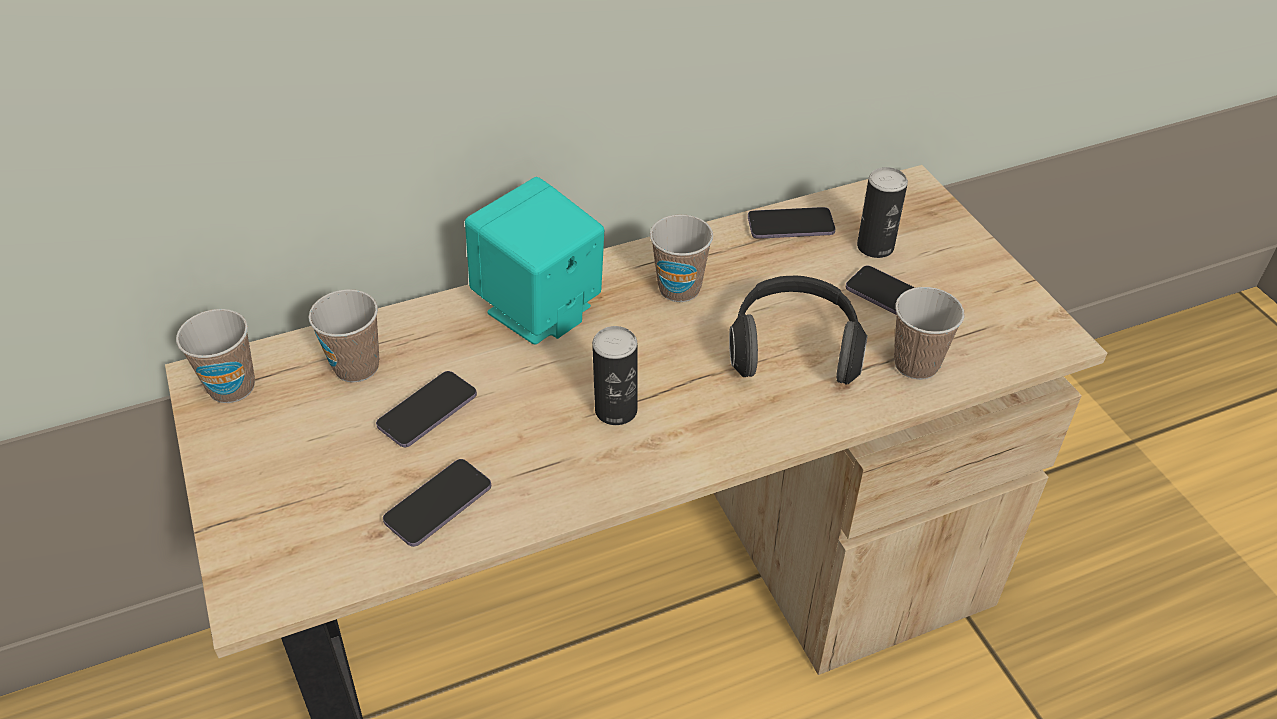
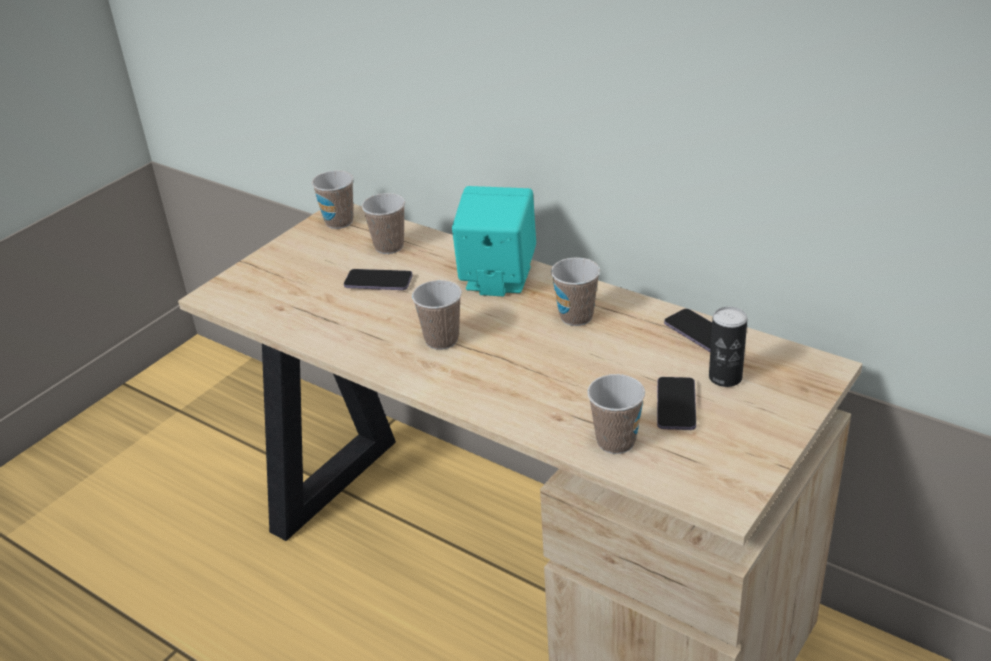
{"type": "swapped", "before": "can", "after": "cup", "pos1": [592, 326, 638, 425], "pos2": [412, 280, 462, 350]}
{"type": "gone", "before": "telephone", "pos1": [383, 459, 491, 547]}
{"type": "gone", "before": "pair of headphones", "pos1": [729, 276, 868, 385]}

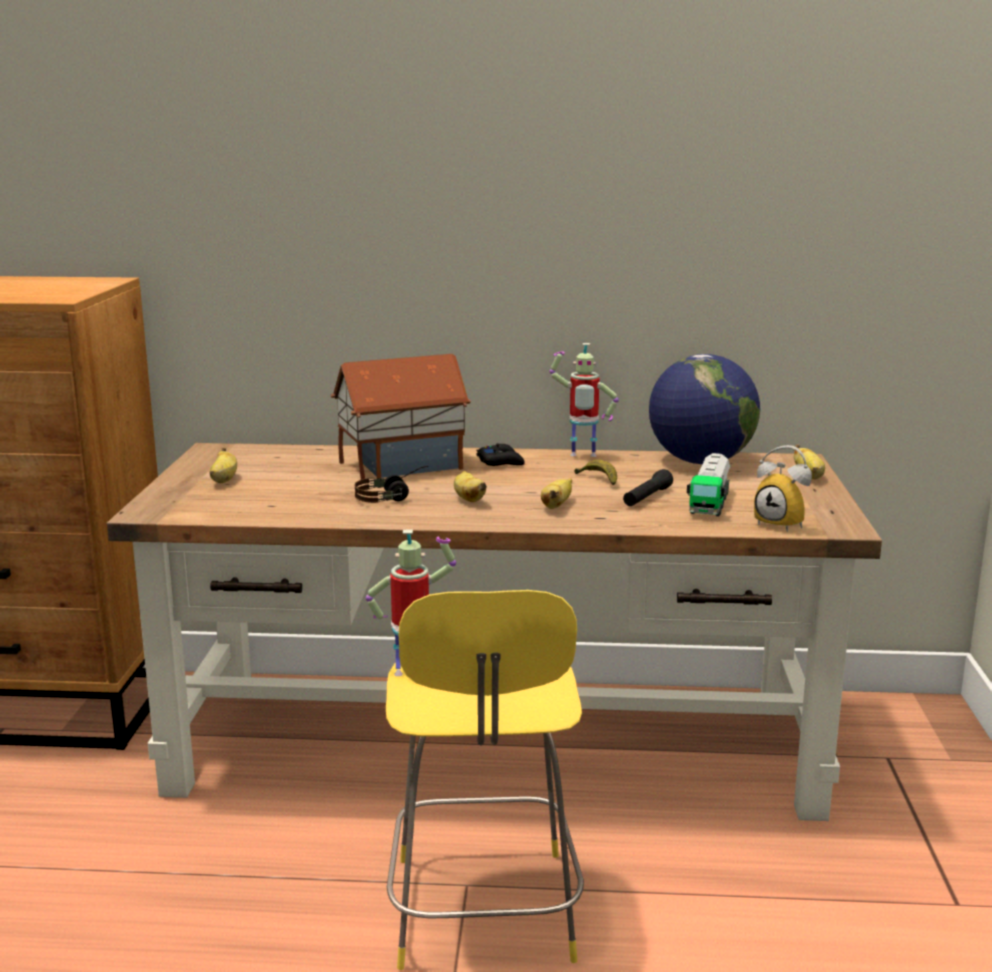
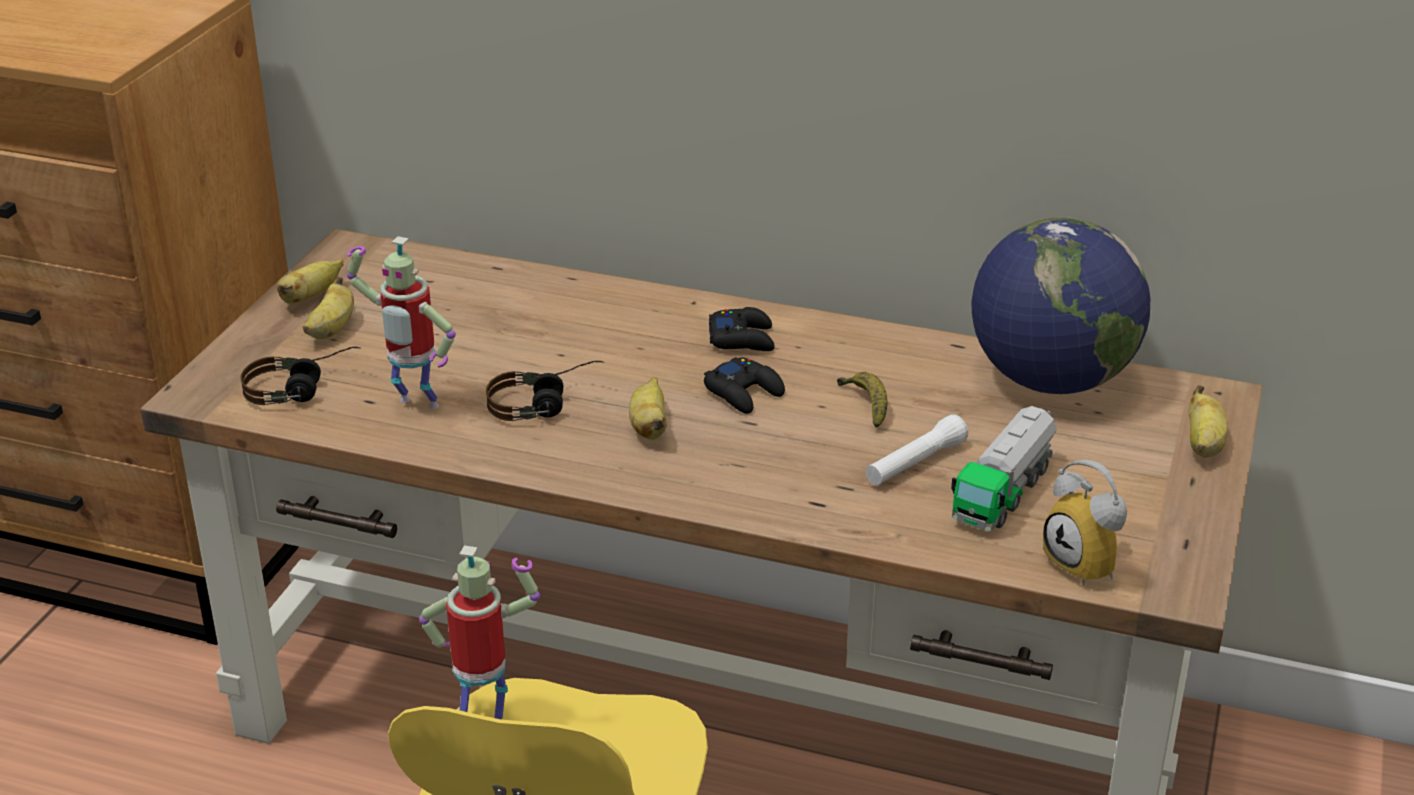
{"type": "new", "after": "pair of headphones", "pos2": [241, 347, 361, 405]}
{"type": "shifted", "before": "banana fruit", "pos1": [541, 478, 572, 509], "pos2": [277, 259, 343, 304]}
{"type": "shifted", "before": "robot figure", "pos1": [549, 343, 619, 457], "pos2": [347, 236, 456, 409]}
{"type": "new", "after": "black joypad", "pos2": [704, 357, 785, 414]}
{"type": "repainted", "before": "black flashlight", "after": "white-coloured flashlight", "pos1": [623, 469, 673, 506], "pos2": [866, 414, 968, 485]}
{"type": "gone", "before": "model house", "pos1": [331, 354, 471, 479]}

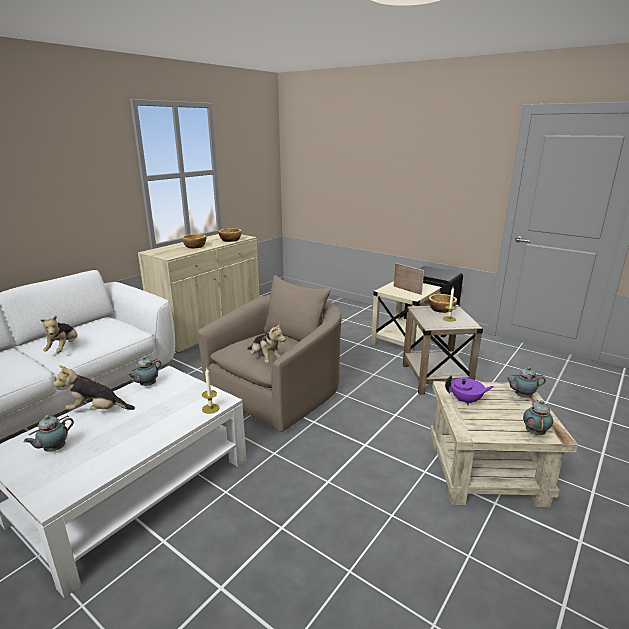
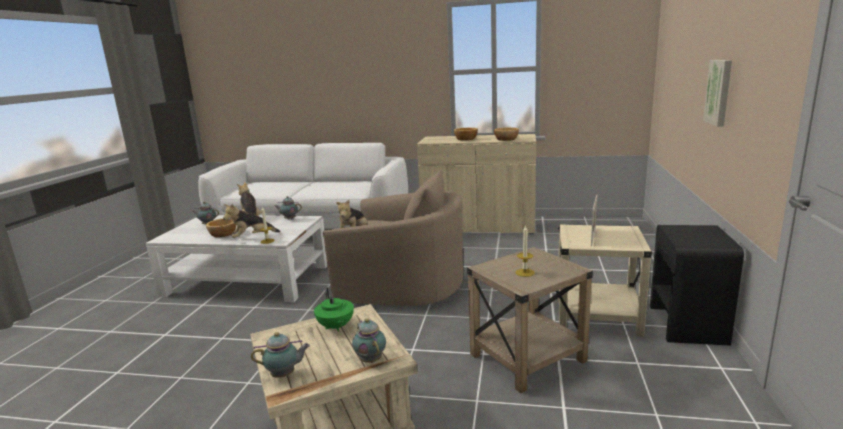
{"type": "shifted", "before": "bowl", "pos1": [428, 294, 457, 313], "pos2": [206, 218, 236, 237]}
{"type": "shifted", "before": "soft toy", "pos1": [41, 315, 78, 353], "pos2": [223, 204, 280, 238]}
{"type": "repainted", "before": "purple pot for tea", "after": "green-coloured pot for tea", "pos1": [445, 376, 494, 406], "pos2": [314, 288, 354, 332]}
{"type": "new", "after": "picture", "pos2": [703, 60, 732, 127]}

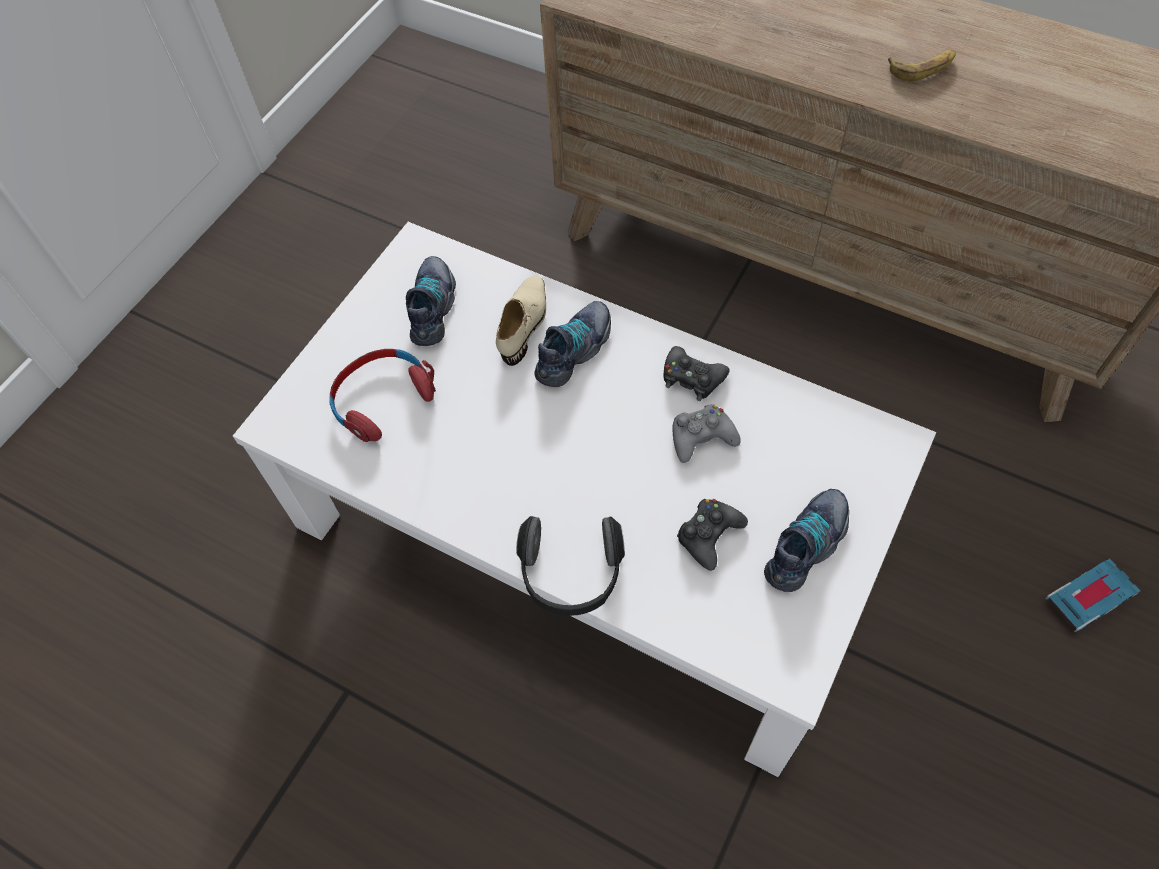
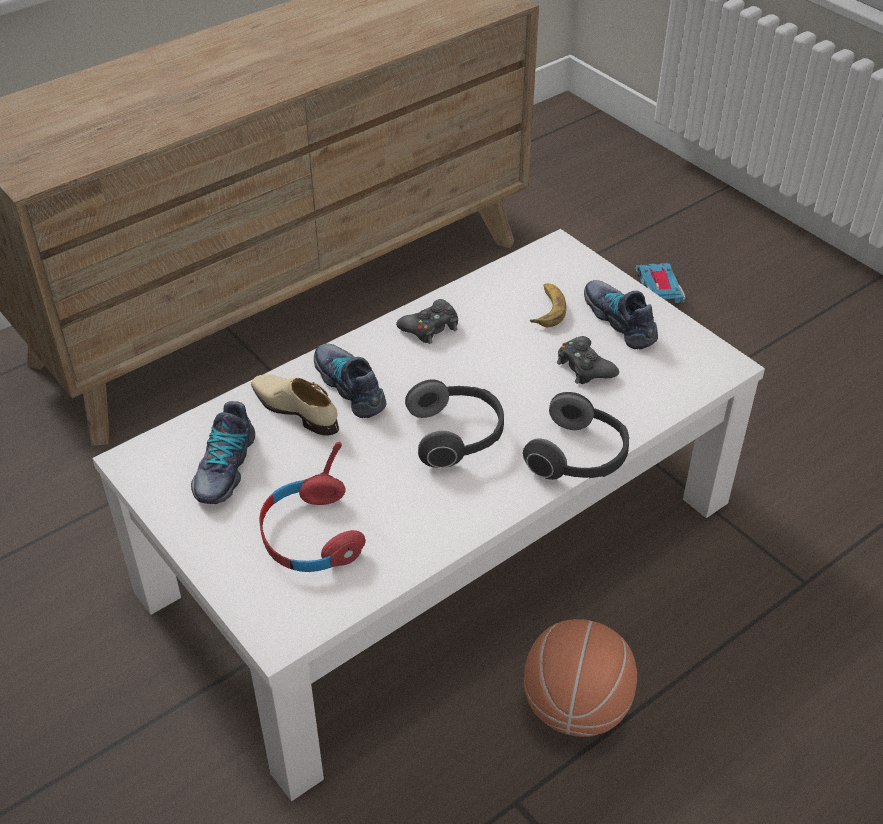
{"type": "rotated", "before": "item of footwear", "pos1": [406, 256, 456, 346], "pos2": [191, 401, 255, 504], "turn": -105}
{"type": "new", "after": "pair of headphones", "pos2": [405, 379, 504, 468]}
{"type": "new", "after": "ball for basketball", "pos2": [524, 619, 637, 737]}
{"type": "shifted", "before": "banana fruit", "pos1": [888, 50, 956, 81], "pos2": [530, 284, 566, 327]}
{"type": "gone", "before": "gray joypad", "pos1": [672, 404, 741, 463]}

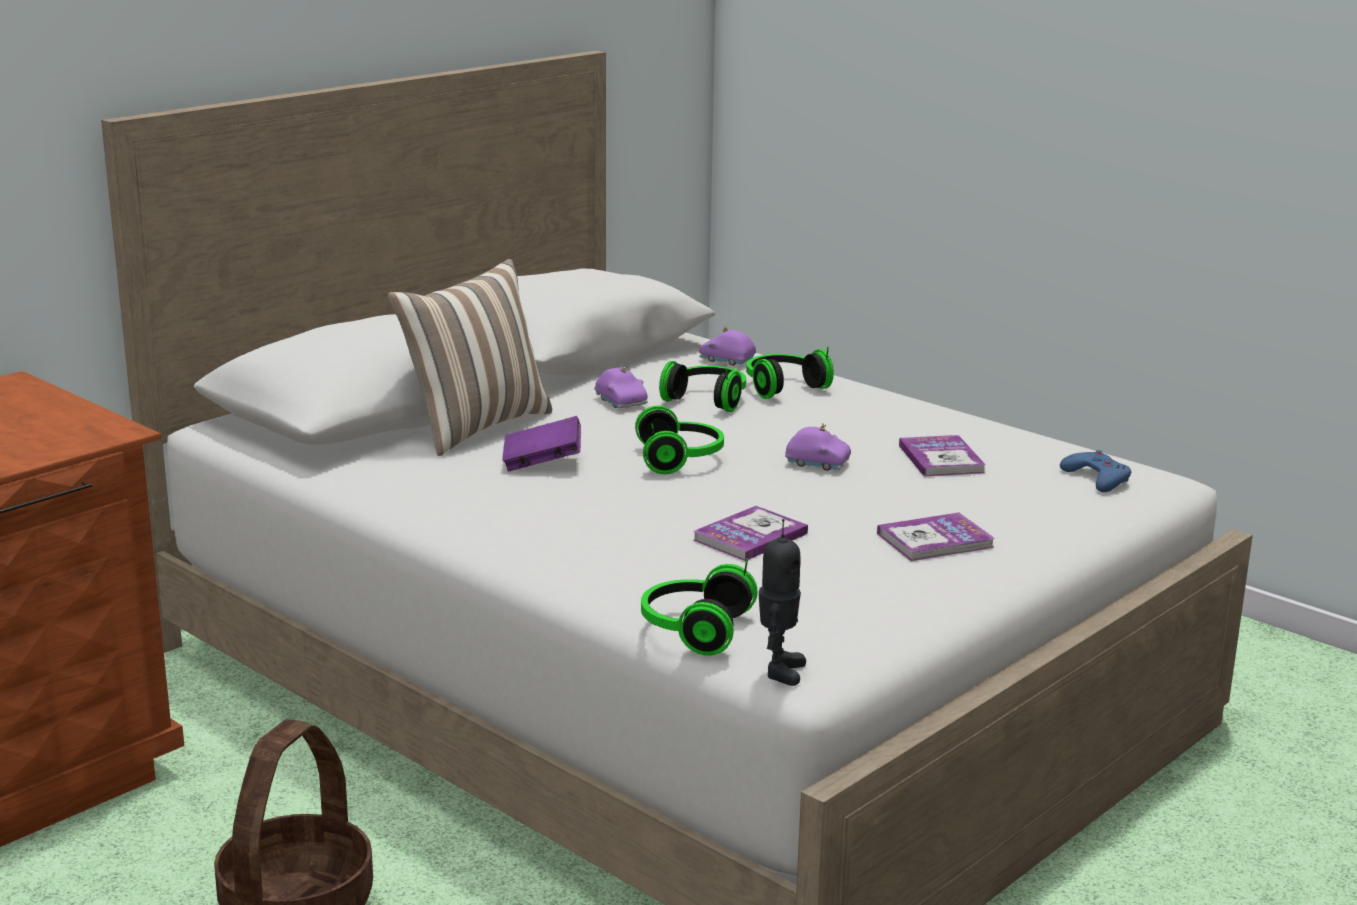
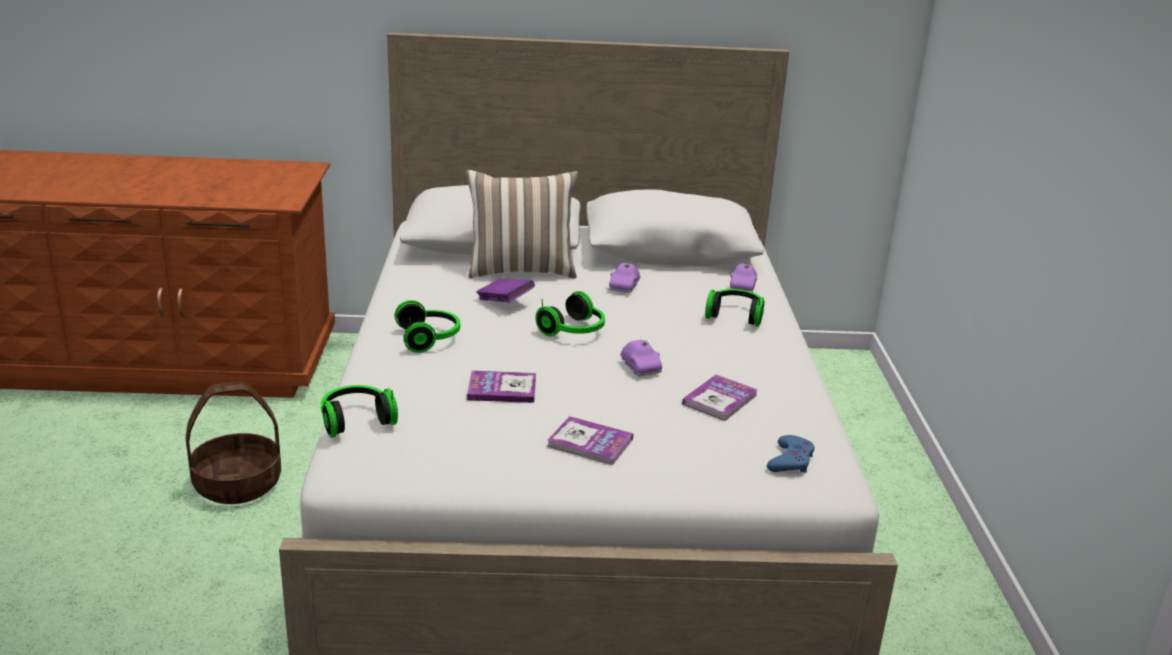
{"type": "shifted", "before": "pair of headphones", "pos1": [659, 361, 746, 412], "pos2": [395, 300, 460, 353]}
{"type": "rotated", "before": "purple miniature car", "pos1": [699, 327, 756, 366], "pos2": [730, 264, 757, 292], "turn": -150}
{"type": "gone", "before": "robot figure", "pos1": [759, 519, 806, 686]}

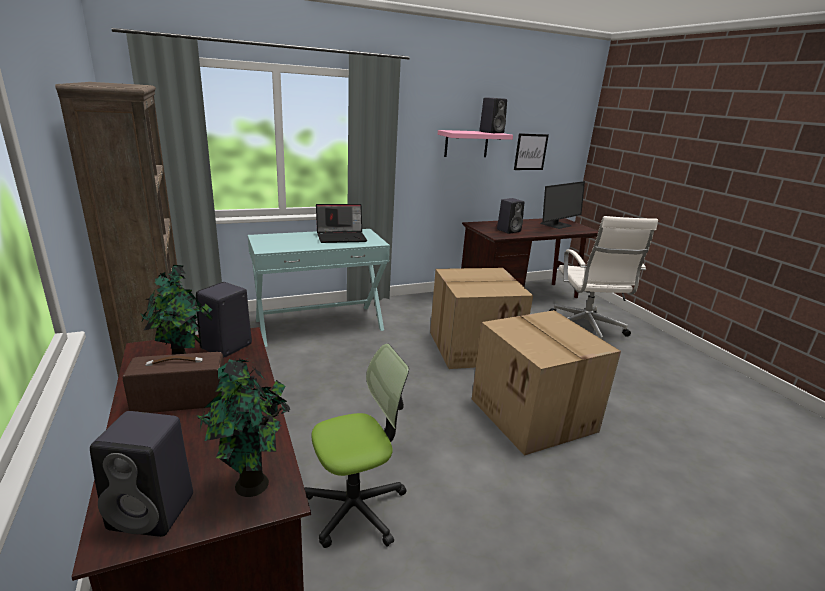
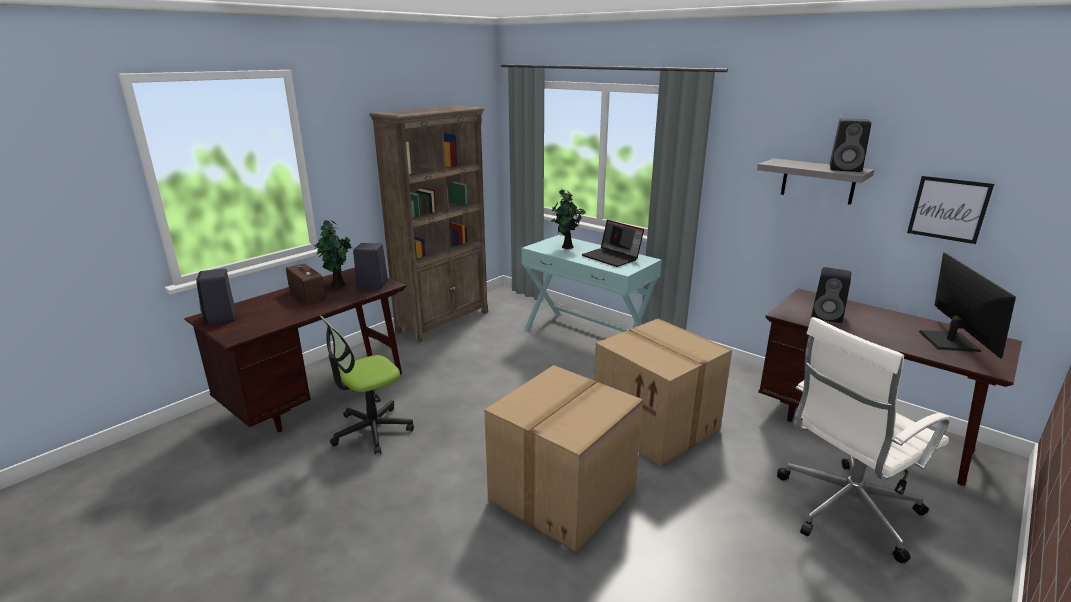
{"type": "rotated", "before": "computer chair", "pos1": [304, 344, 409, 548], "pos2": [320, 316, 414, 455], "turn": 105}
{"type": "shifted", "before": "plant in a pot", "pos1": [197, 357, 290, 497], "pos2": [551, 189, 586, 249]}
{"type": "repainted", "before": "pink-coloured bracket shelf", "after": "gray bracket shelf", "pos1": [438, 130, 513, 157], "pos2": [757, 158, 874, 205]}
{"type": "rotated", "before": "computer screen", "pos1": [540, 181, 585, 229], "pos2": [919, 253, 1016, 359], "turn": -105}

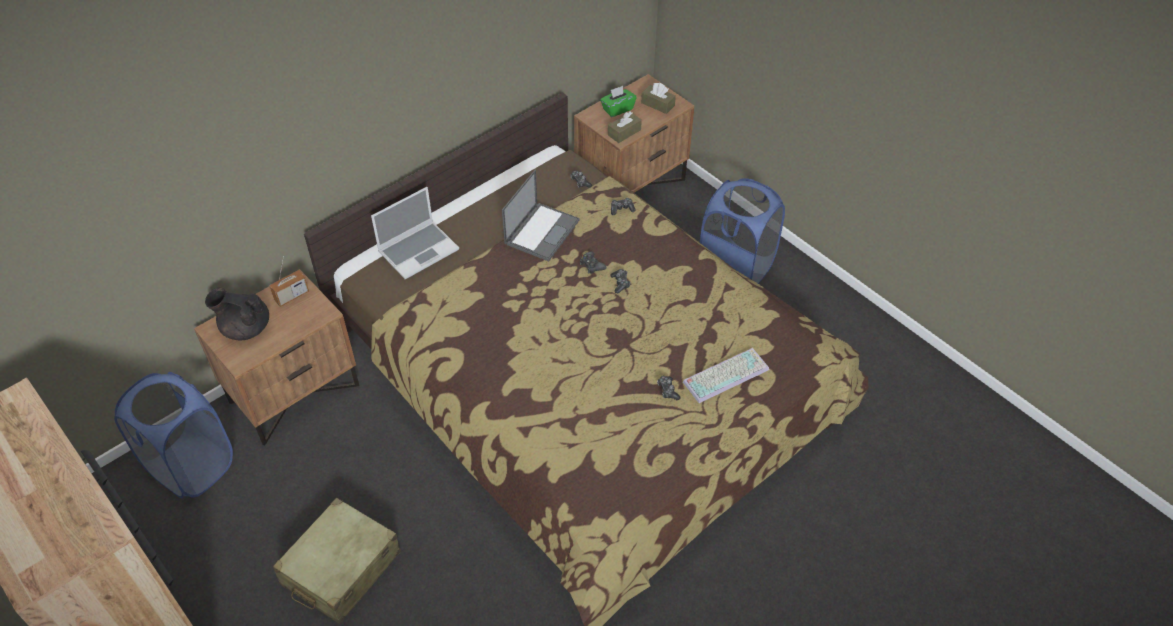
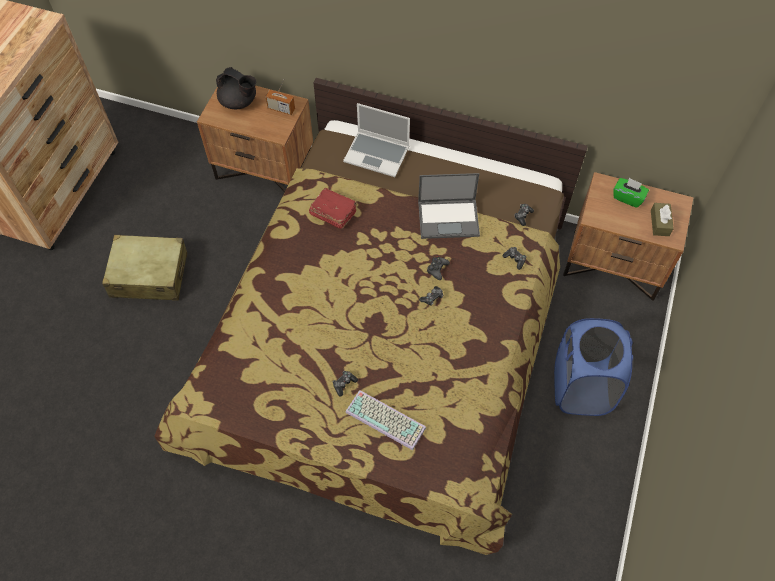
{"type": "rotated", "before": "black pot for tea", "pos1": [205, 288, 269, 340], "pos2": [216, 67, 256, 109], "turn": 135}
{"type": "new", "after": "red-coloured volume", "pos2": [309, 188, 358, 229]}
{"type": "gone", "before": "bluish hamper", "pos1": [114, 372, 233, 498]}
{"type": "gone", "before": "brown-coloured tissue holder", "pos1": [608, 111, 642, 143]}

